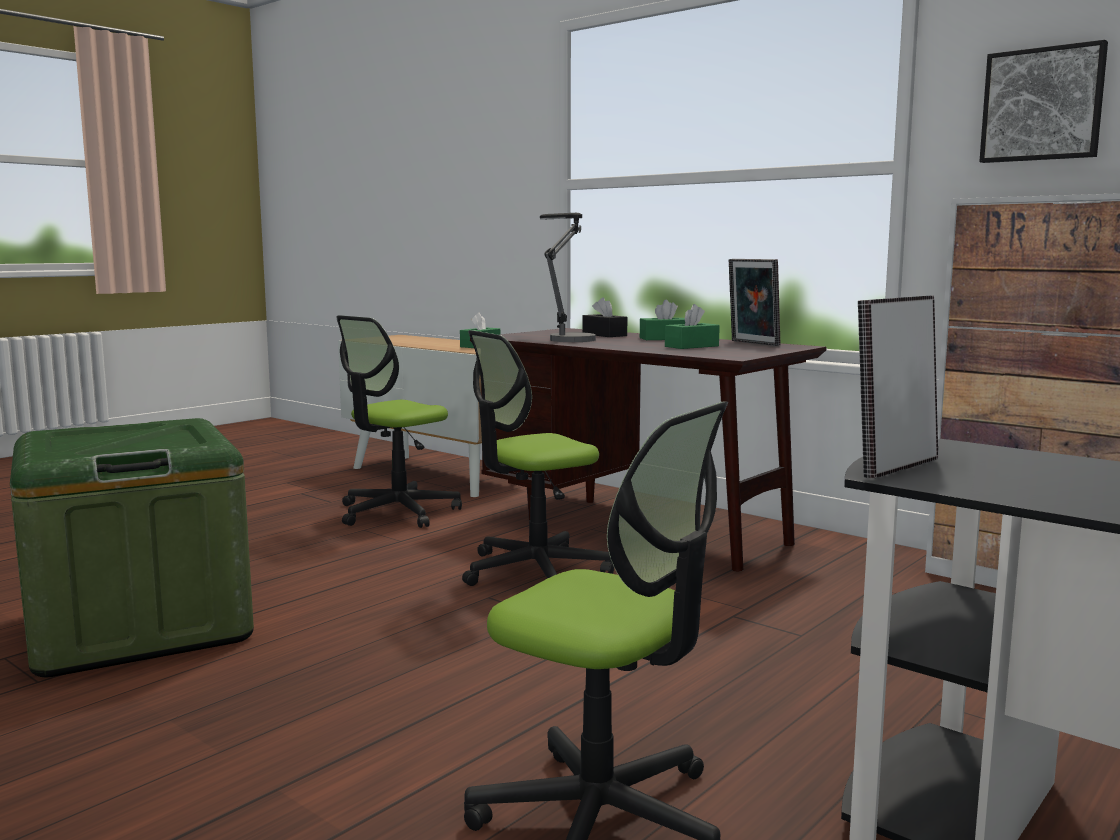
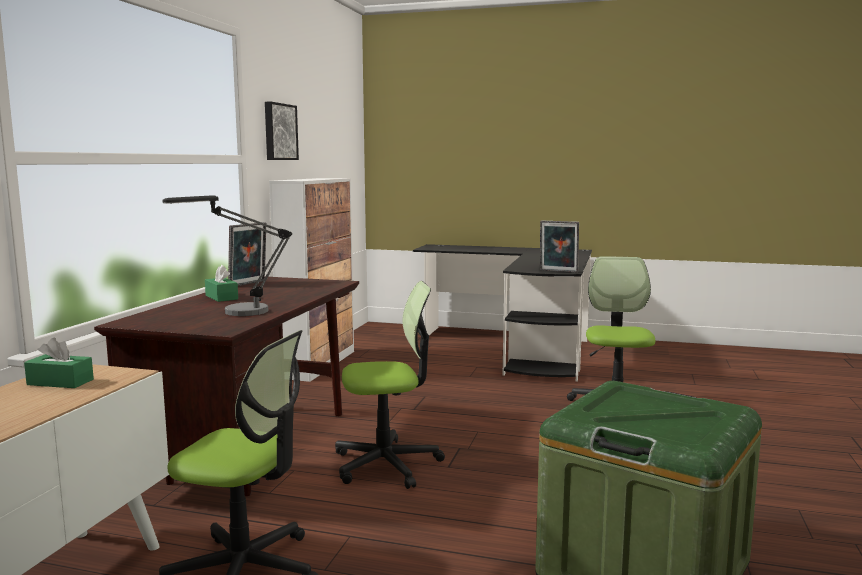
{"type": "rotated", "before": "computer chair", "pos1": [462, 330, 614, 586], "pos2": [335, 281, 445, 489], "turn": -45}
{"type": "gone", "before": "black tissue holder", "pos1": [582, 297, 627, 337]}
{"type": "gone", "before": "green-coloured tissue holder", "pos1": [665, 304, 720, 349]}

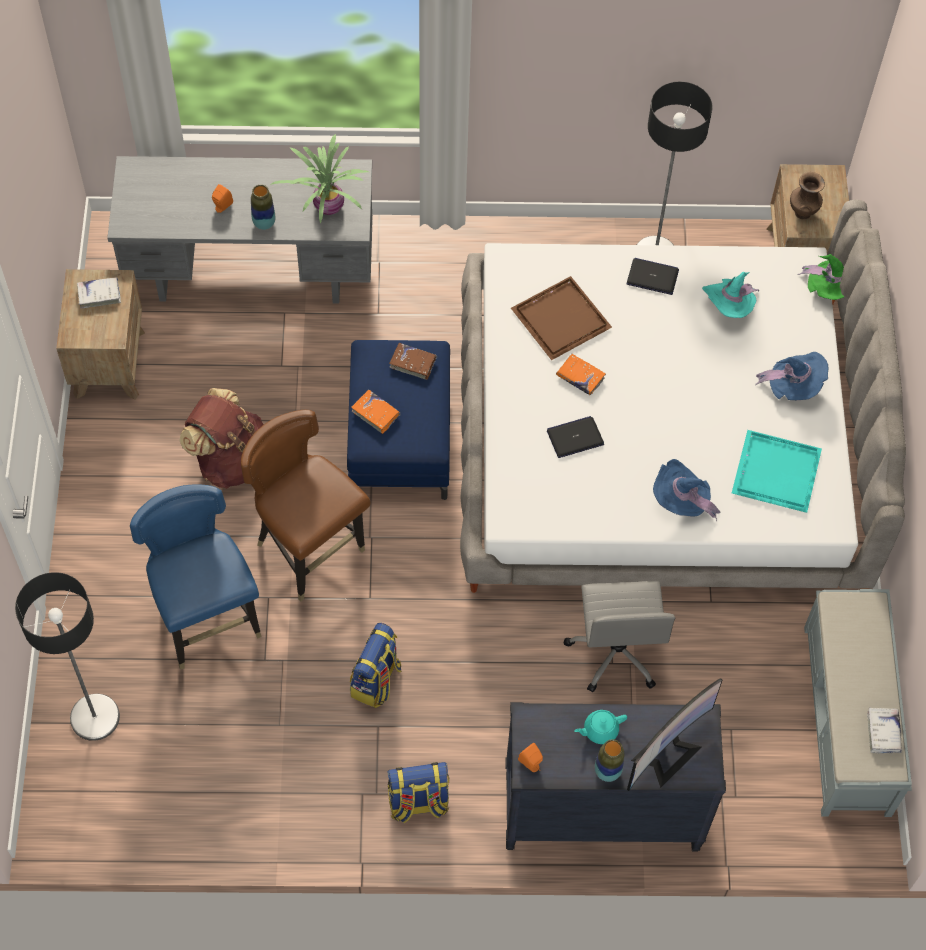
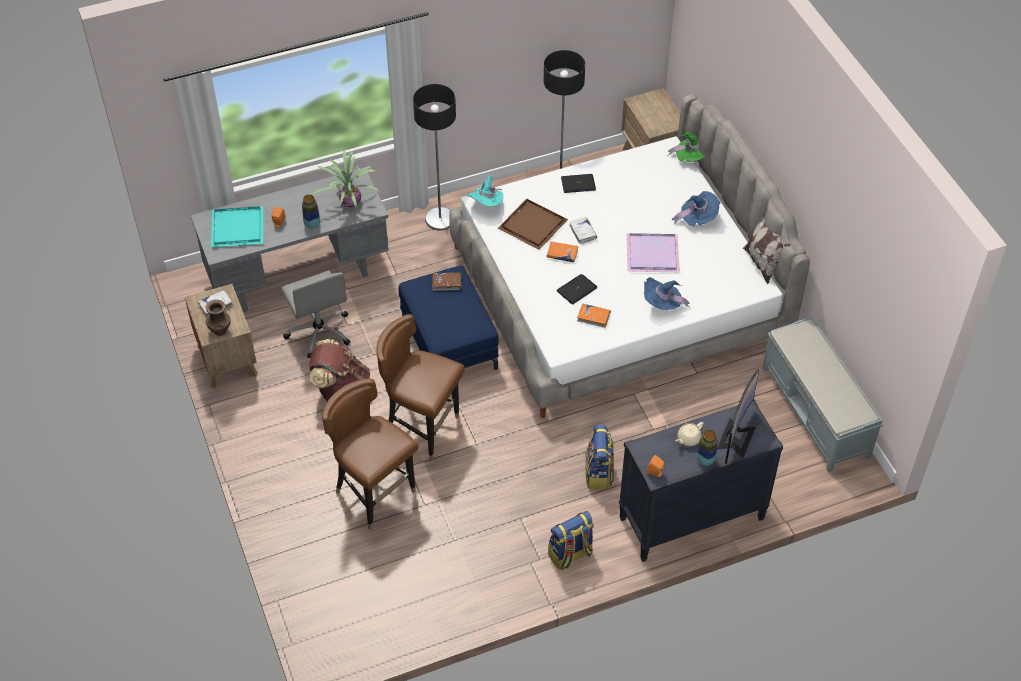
{"type": "shifted", "before": "brown-coloured vase", "pos1": [790, 172, 825, 219], "pos2": [206, 299, 231, 336]}
{"type": "shifted", "before": "turquoise tray", "pos1": [732, 430, 822, 513], "pos2": [211, 206, 263, 247]}
{"type": "shifted", "before": "gray computer chair", "pos1": [564, 581, 675, 692], "pos2": [281, 270, 351, 358]}
{"type": "repainted", "before": "bluish plain chair", "after": "brown-coloured plain chair", "pos1": [130, 485, 262, 670], "pos2": [322, 378, 418, 530]}
{"type": "shifted", "before": "standing lamp", "pos1": [15, 572, 120, 741], "pos2": [413, 84, 456, 231]}
{"type": "shifted", "before": "turquoise hat", "pos1": [702, 272, 759, 318], "pos2": [466, 175, 503, 207]}
{"type": "shifted", "before": "white-coloured volume", "pos1": [867, 707, 902, 753], "pos2": [569, 217, 597, 244]}
{"type": "shifted", "before": "orange volume", "pos1": [351, 390, 401, 434], "pos2": [577, 303, 611, 328]}
{"type": "shifted", "before": "backpack", "pos1": [350, 623, 402, 708], "pos2": [585, 424, 614, 489]}
{"type": "new", "after": "purple tray", "pos2": [626, 233, 680, 272]}
{"type": "repainted", "before": "turquoise pot for tea", "after": "sand-coloured pot for tea", "pos1": [574, 710, 627, 744], "pos2": [675, 422, 703, 446]}
{"type": "new", "after": "throw pillow", "pos2": [743, 214, 790, 284]}

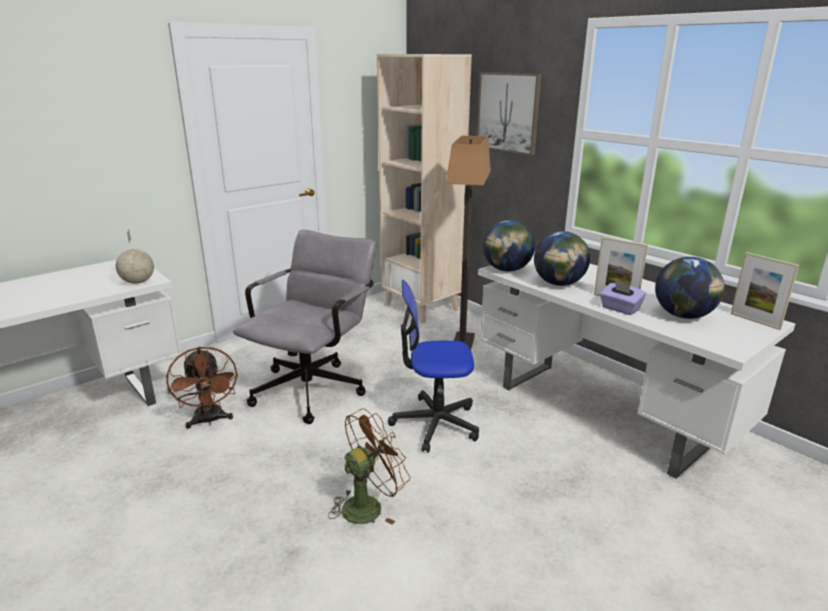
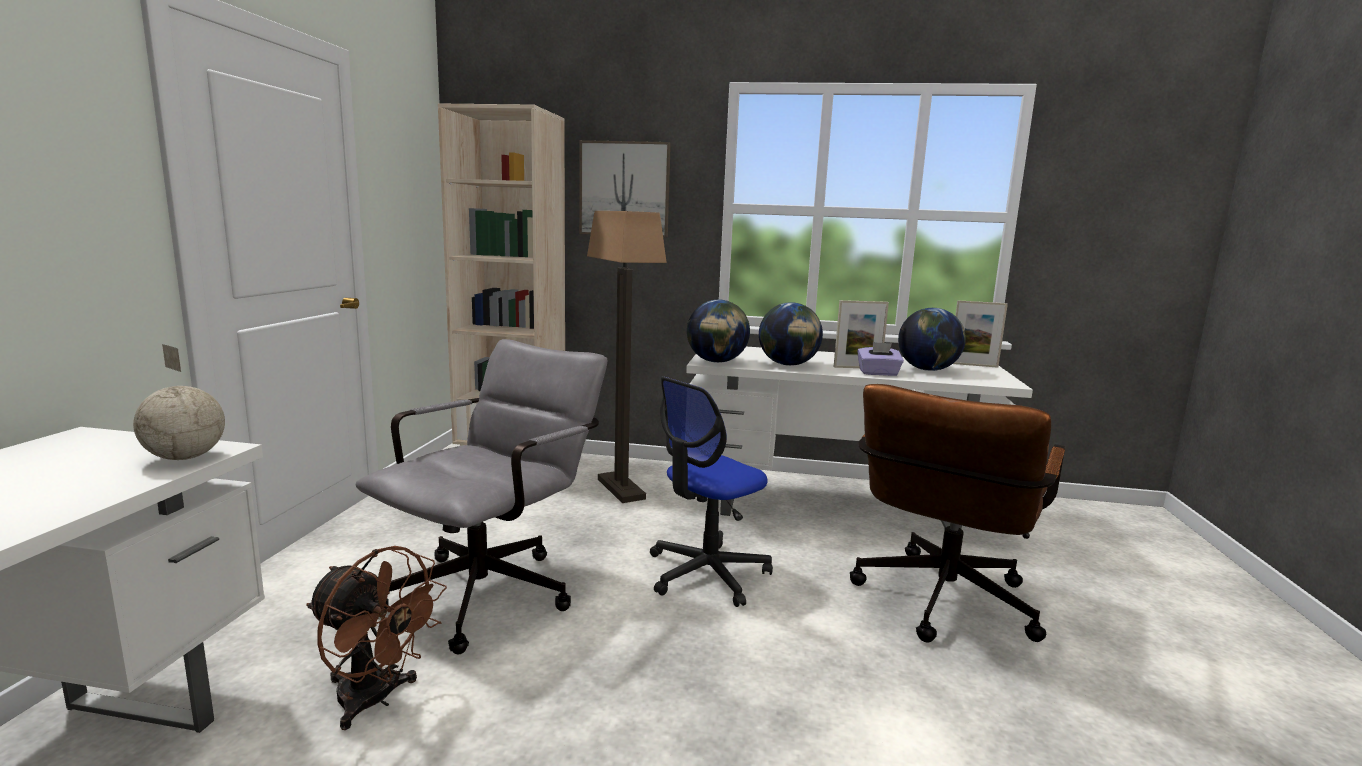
{"type": "rotated", "before": "gray computer chair", "pos1": [233, 230, 376, 424], "pos2": [356, 339, 608, 654], "turn": 45}
{"type": "new", "after": "brown-coloured computer chair", "pos2": [850, 384, 1065, 643]}
{"type": "gone", "before": "brown-coloured cooling fan", "pos1": [328, 408, 411, 525]}

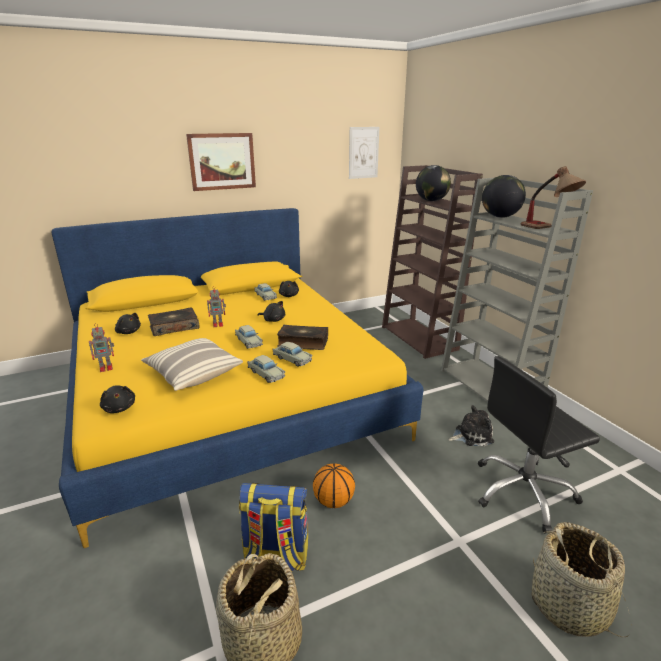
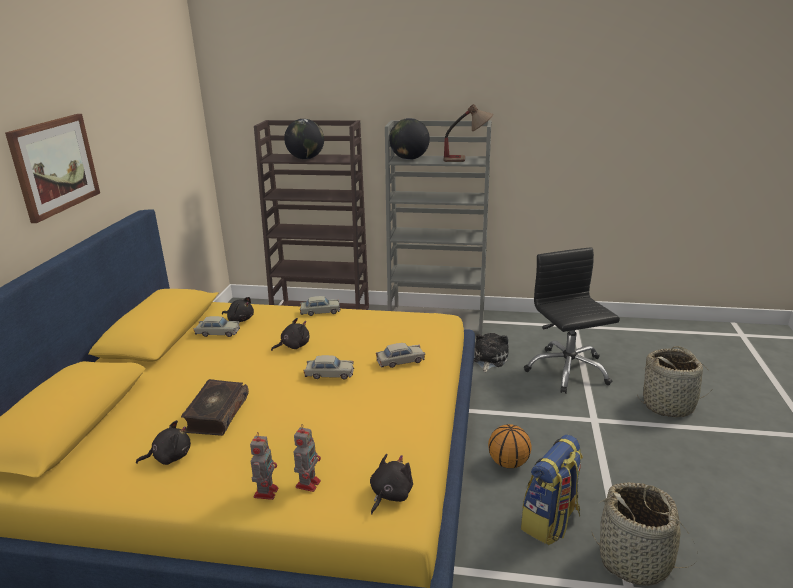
{"type": "shifted", "before": "robot figure", "pos1": [207, 286, 226, 327], "pos2": [294, 424, 321, 492]}
{"type": "shifted", "before": "sand-coloured miniature car", "pos1": [247, 355, 285, 383], "pos2": [300, 296, 340, 316]}
{"type": "rotated", "before": "black soft toy", "pos1": [100, 385, 135, 413], "pos2": [370, 454, 413, 514], "turn": -60}
{"type": "rotated", "before": "black computer chair", "pos1": [478, 356, 600, 532], "pos2": [524, 247, 620, 394], "turn": 150}
{"type": "gone", "before": "throw pillow", "pos1": [141, 338, 243, 391]}
{"type": "gone", "before": "volume", "pos1": [277, 325, 328, 350]}
{"type": "gone", "before": "picture", "pos1": [349, 127, 379, 179]}

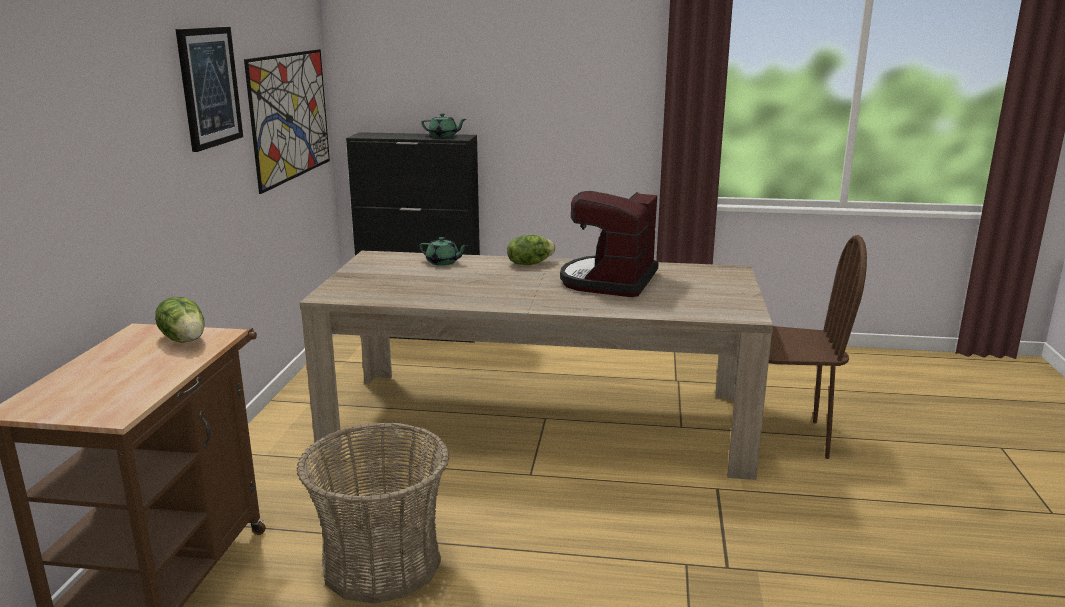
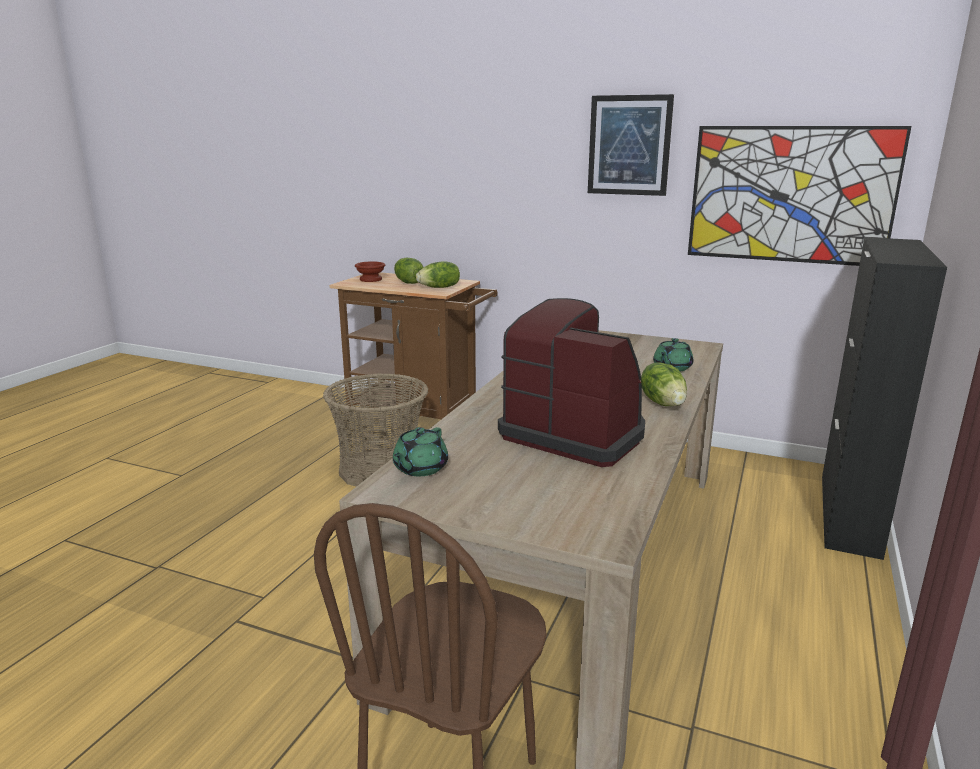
{"type": "new", "after": "brown-coloured bowl", "pos2": [355, 261, 385, 282]}
{"type": "shifted", "before": "green-coloured pot for tea", "pos1": [421, 113, 466, 138], "pos2": [393, 427, 448, 476]}
{"type": "new", "after": "head of lettuce", "pos2": [394, 258, 424, 284]}

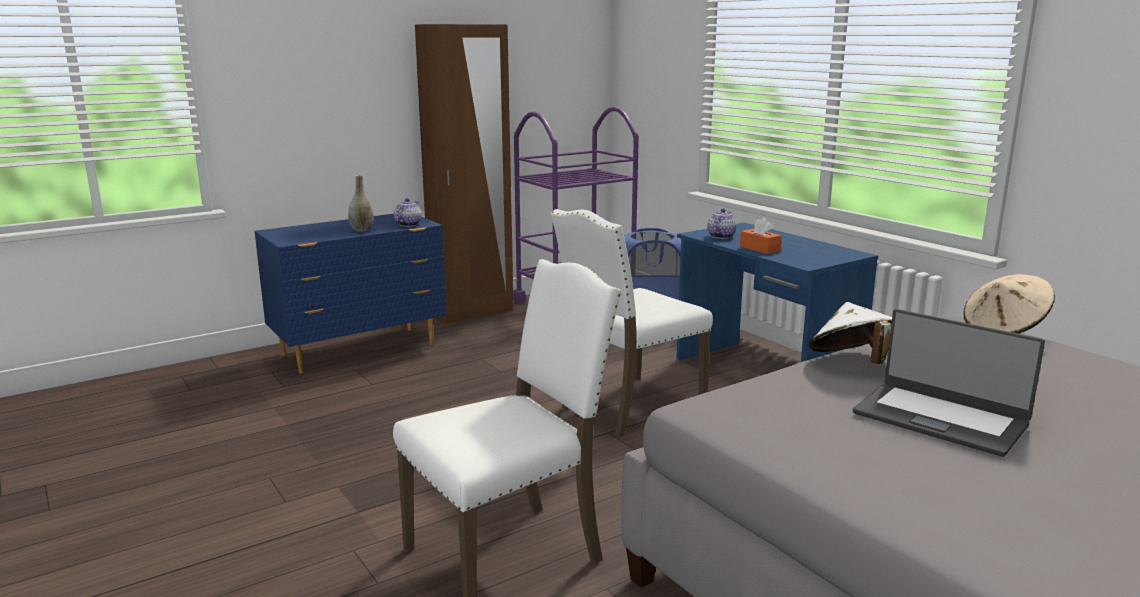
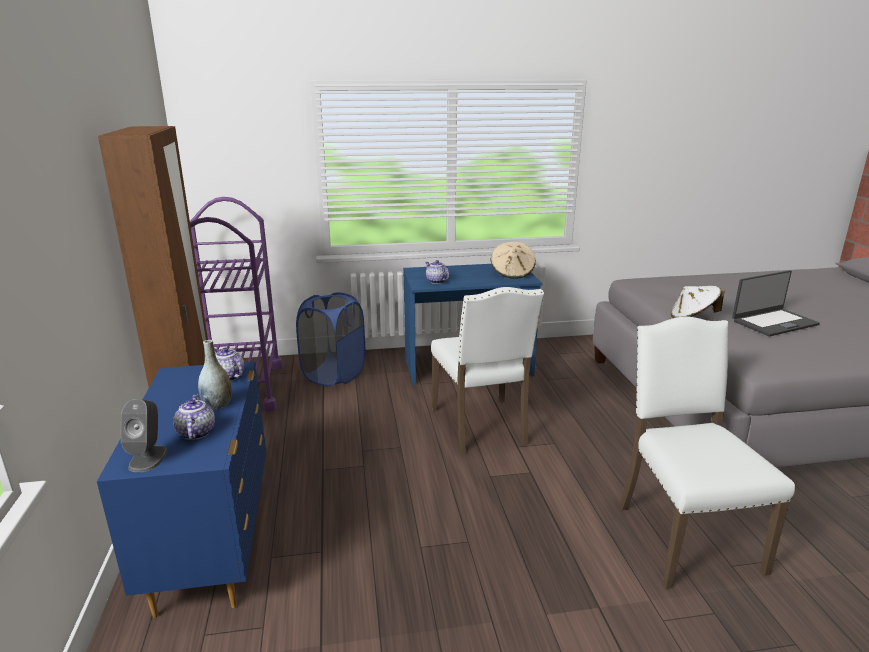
{"type": "new", "after": "gray speaker", "pos2": [121, 399, 168, 472]}
{"type": "new", "after": "pot for tea", "pos2": [173, 394, 215, 440]}
{"type": "shifted", "before": "sand-coloured hat", "pos1": [964, 274, 1055, 334], "pos2": [490, 242, 536, 279]}
{"type": "gone", "before": "orange tissue holder", "pos1": [740, 218, 782, 254]}

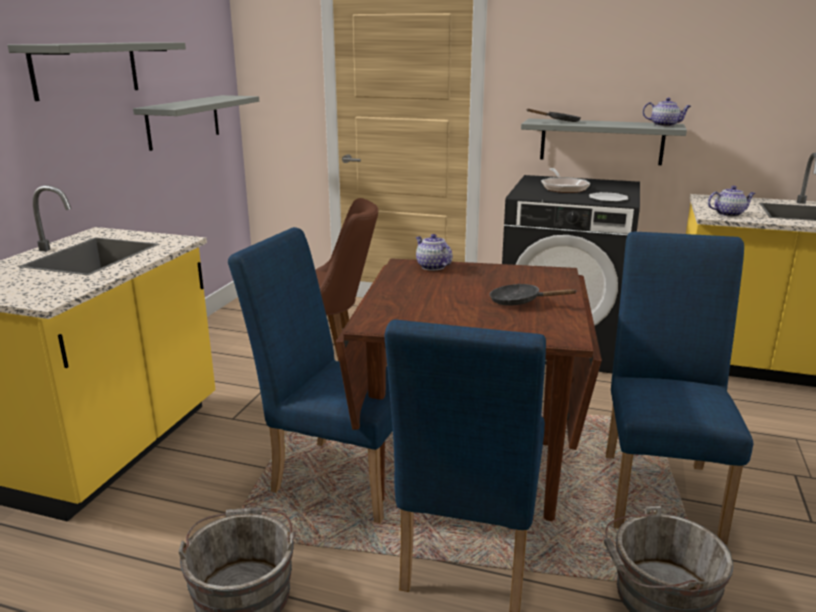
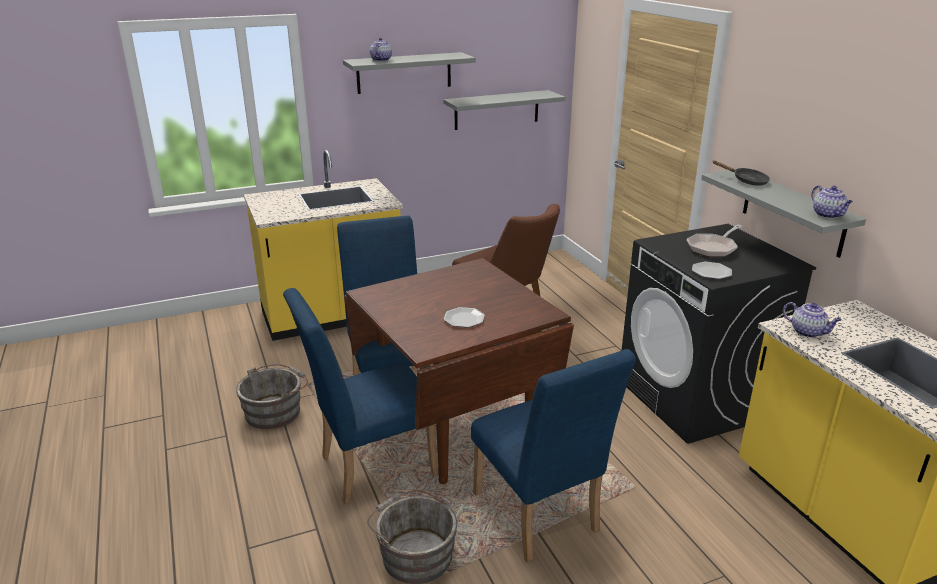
{"type": "shifted", "before": "pot for tea", "pos1": [416, 234, 453, 271], "pos2": [370, 38, 392, 61]}
{"type": "swapped", "before": "black skillet", "after": "flat dish", "pos1": [490, 284, 578, 306], "pos2": [443, 307, 485, 328]}
{"type": "rotated", "before": "bluish plain chair", "pos1": [606, 232, 753, 544], "pos2": [471, 349, 636, 562], "turn": 90}

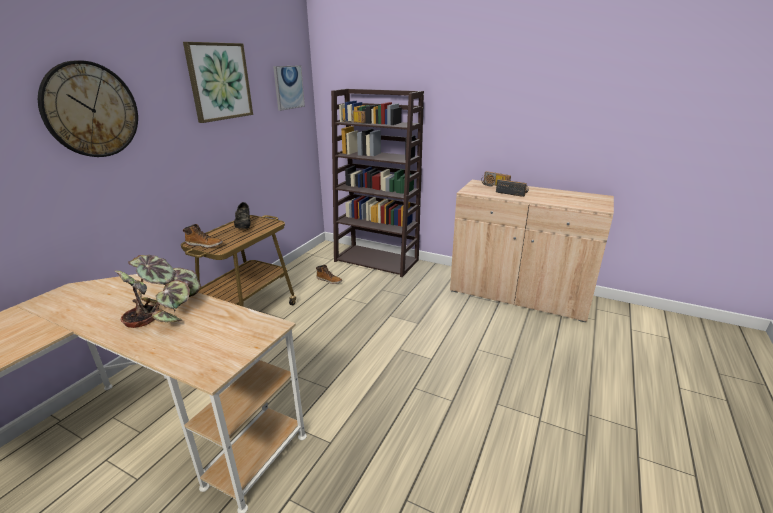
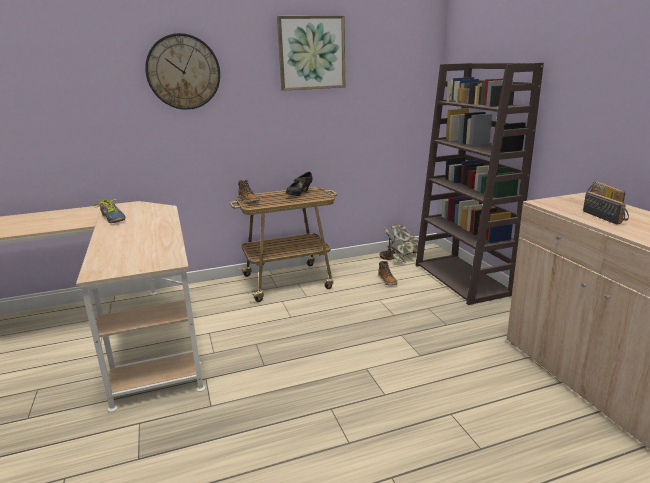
{"type": "new", "after": "item of footwear", "pos2": [94, 199, 126, 223]}
{"type": "shifted", "before": "plant in a pot", "pos1": [115, 255, 201, 328], "pos2": [379, 224, 419, 263]}
{"type": "gone", "before": "picture", "pos1": [273, 65, 305, 111]}

